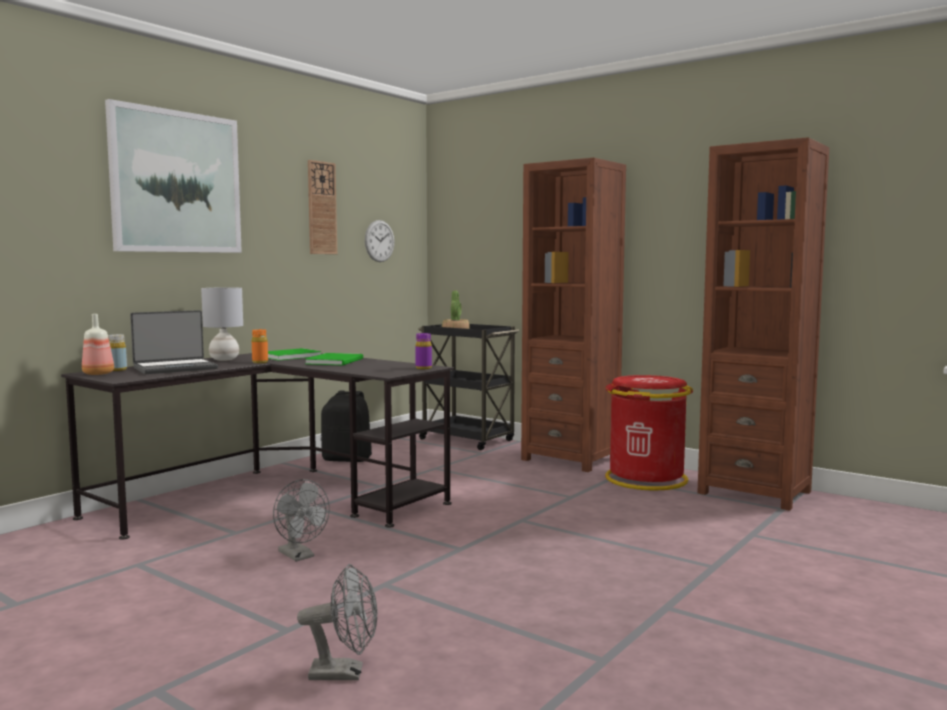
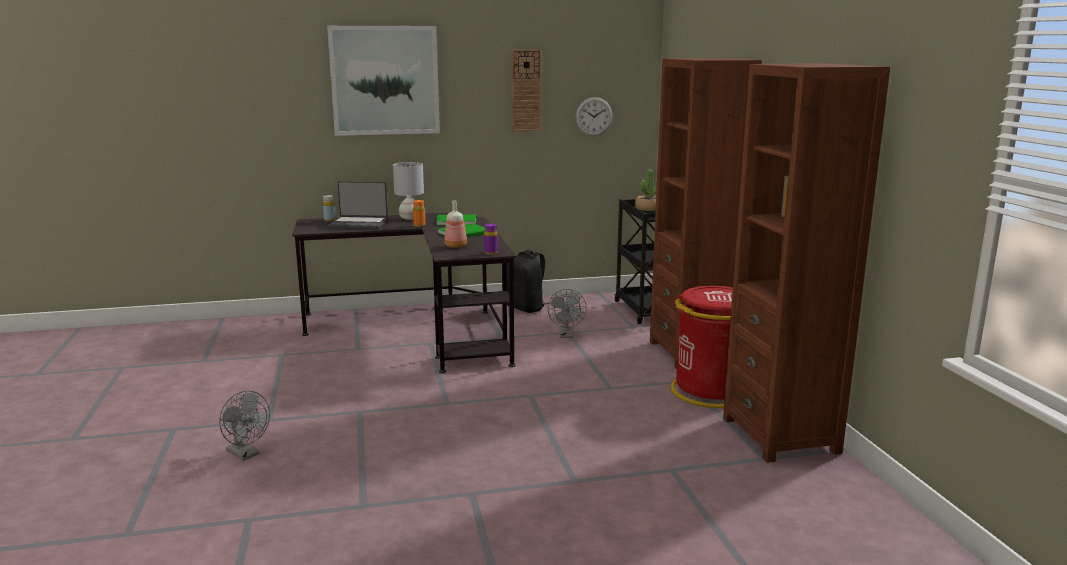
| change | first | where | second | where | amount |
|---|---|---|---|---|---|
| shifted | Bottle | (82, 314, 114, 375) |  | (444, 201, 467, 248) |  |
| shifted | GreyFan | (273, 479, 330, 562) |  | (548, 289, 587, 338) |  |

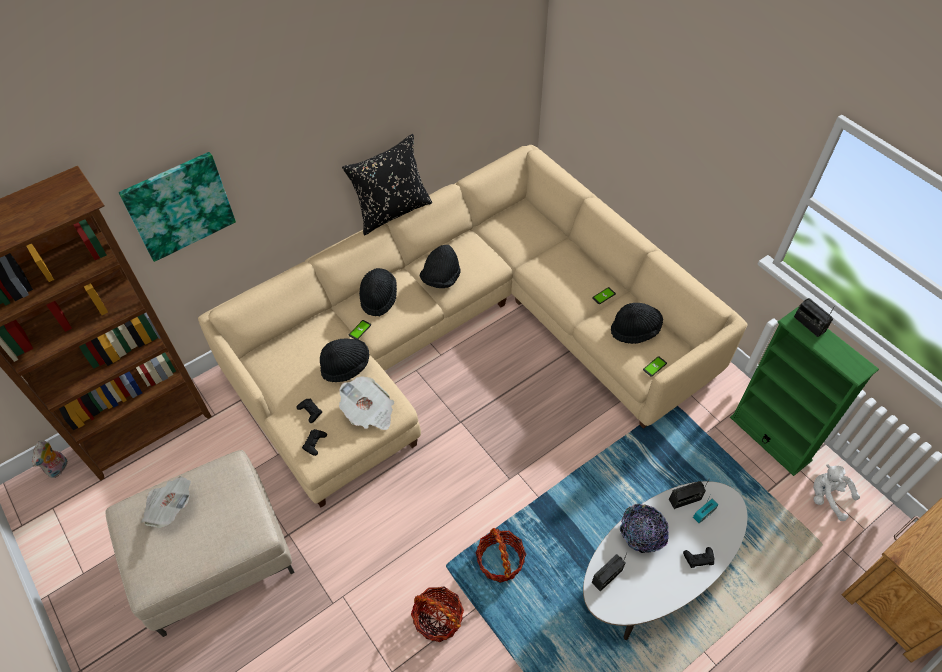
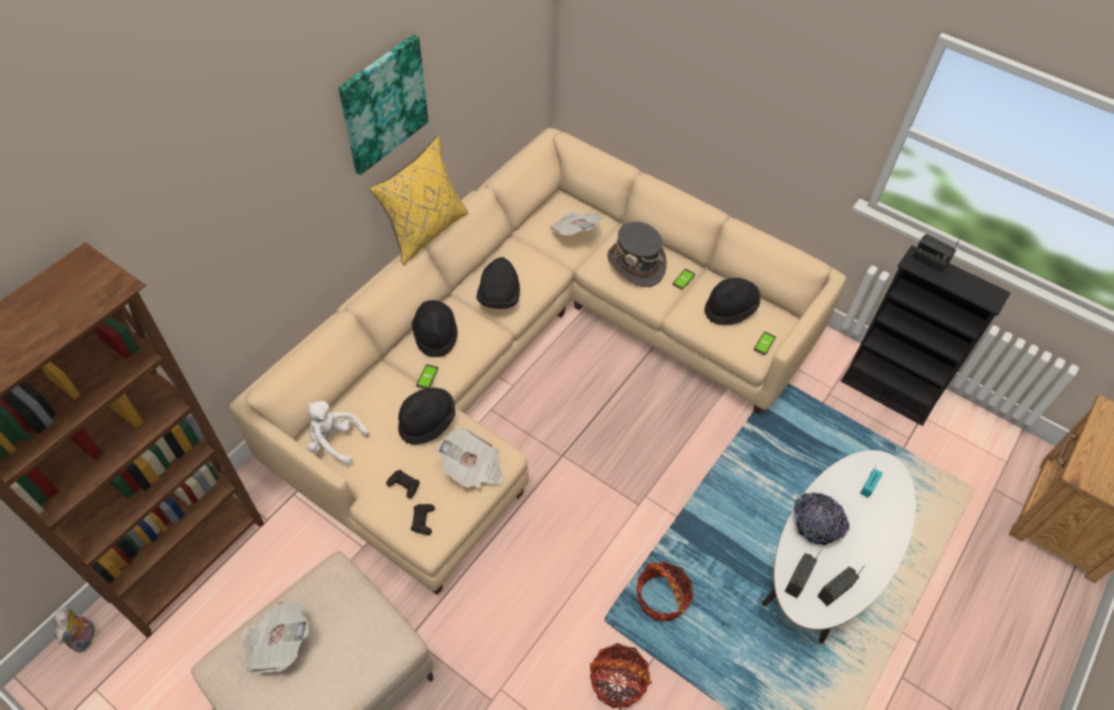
| change | first | where | second | where | amount |
|---|---|---|---|---|---|
| shifted | WhitePlushToy | (813, 464, 860, 521) |  | (307, 401, 369, 466) |  |
| shifted | Picture | (119, 152, 236, 262) |  | (338, 34, 429, 175) |  |
| repainted | BlackPillow | (342, 134, 432, 235) | YellowPillow | (369, 136, 468, 265) |  |
| new |  |  | Newspaper | (549, 212, 603, 235) |  |
| new |  |  | GreyHat | (607, 222, 667, 287) |  |
| shifted | Radio | (669, 480, 709, 509) |  | (818, 564, 866, 606) |  |
| repainted | GreenBookcase | (730, 306, 879, 476) | BlackBookcase | (840, 245, 1011, 426) |  |
| gone | BlackGameController | (683, 547, 715, 568) |  |  |  |

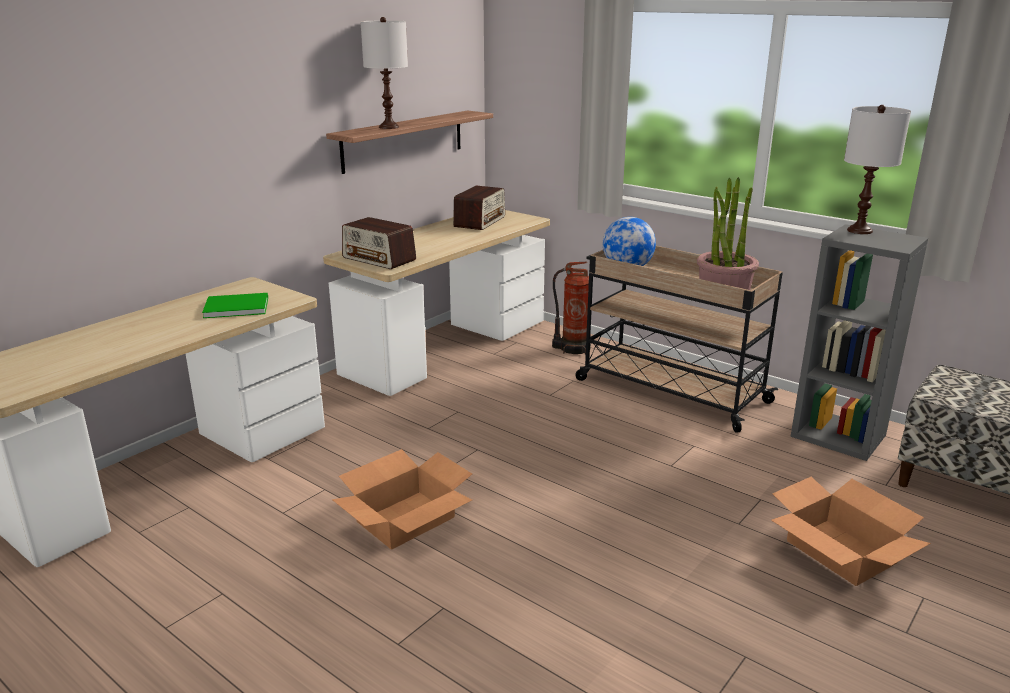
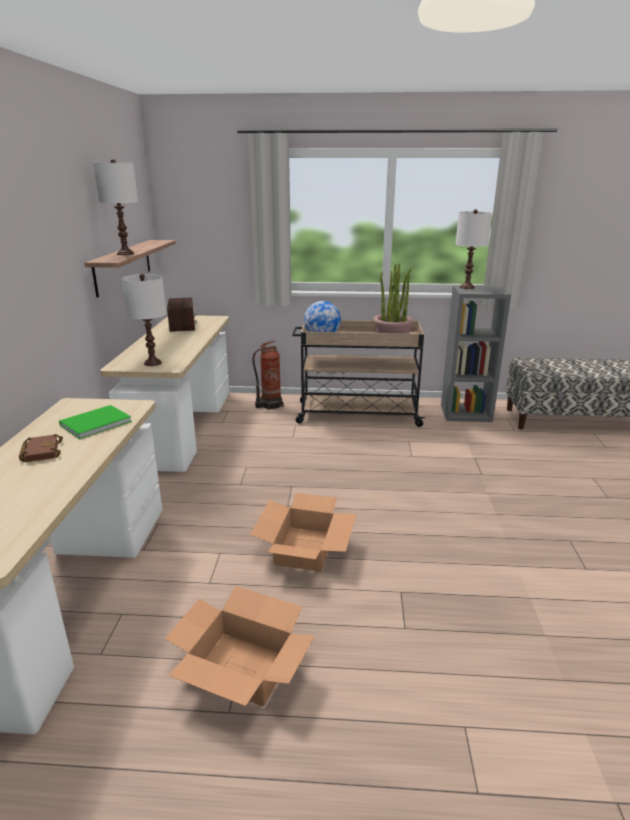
| change | first | where | second | where | amount |
|---|---|---|---|---|---|
| new |  |  | BrownBook | (19, 434, 63, 462) |  |
| swapped | Radio | (342, 217, 416, 269) | WhiteTableLamp | (122, 274, 166, 366) |  |
| shifted | CardboardBox | (771, 477, 931, 586) |  | (165, 586, 315, 707) |  |

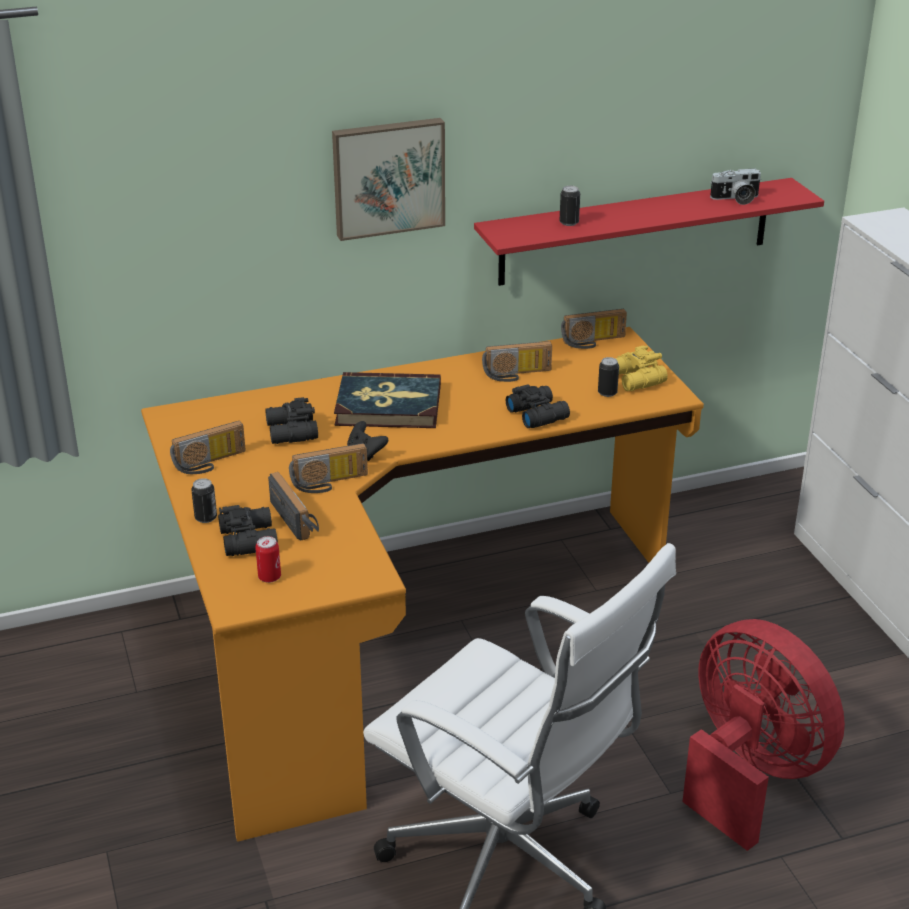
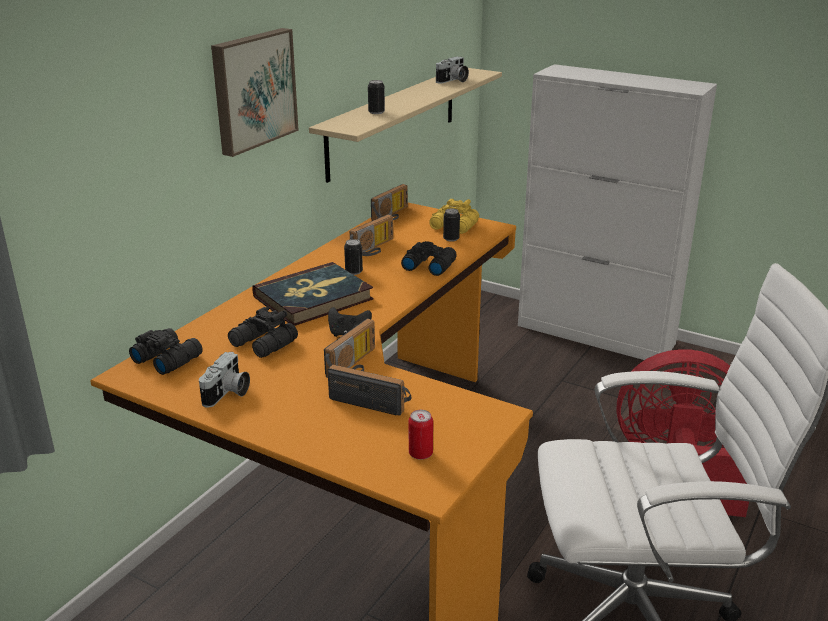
| change | first | where | second | where | amount |
|---|---|---|---|---|---|
| shifted | BlackBinoculars | (218, 505, 278, 556) |  | (129, 328, 202, 375) |  |
| swapped | Radio | (170, 421, 246, 474) | PhotoCamera | (199, 352, 250, 408) |  |
| repainted | RedShelf | (474, 178, 824, 286) | BeigeShelf | (309, 68, 502, 183) |  |
| shifted | Can | (191, 478, 217, 523) |  | (344, 239, 363, 275) |  |

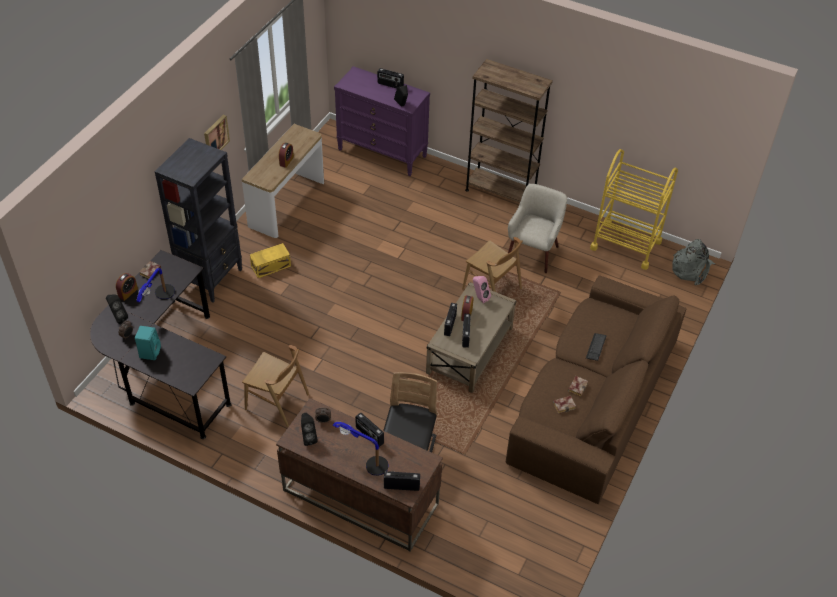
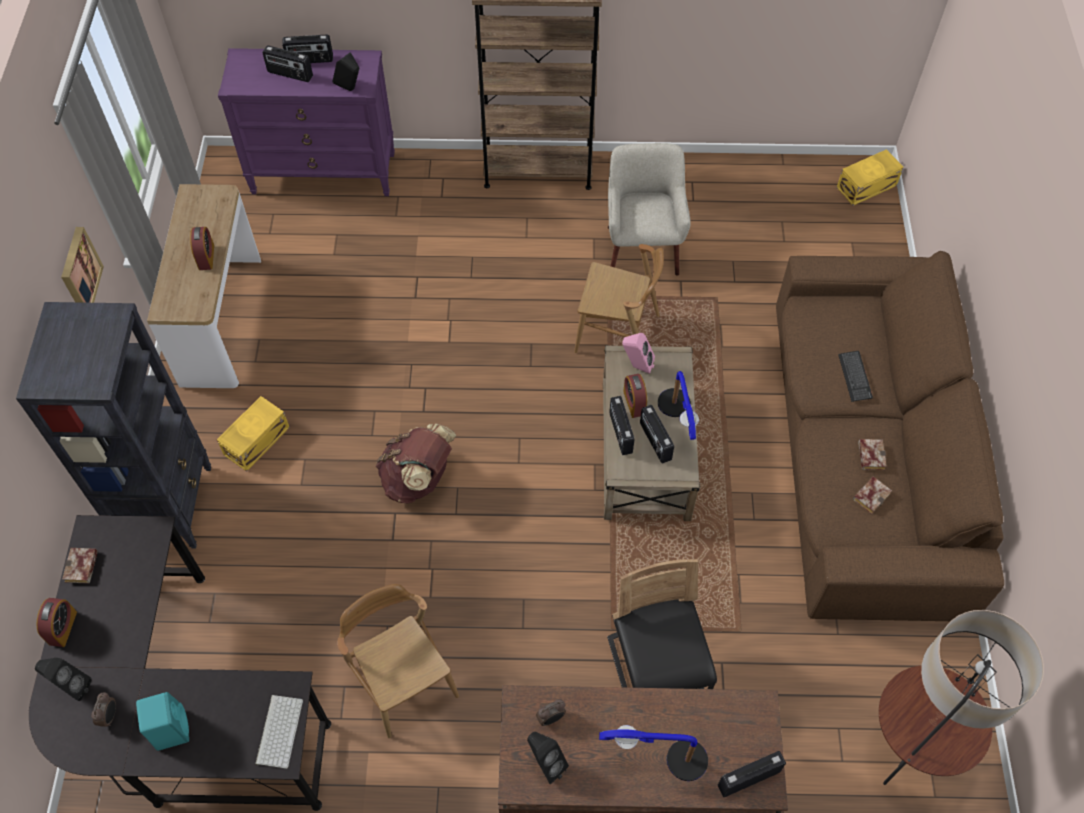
| change | first | where | second | where | amount |
|---|---|---|---|---|---|
| new |  |  | Keyboard | (255, 695, 303, 769) |  |
| shifted | Radio | (355, 413, 384, 447) |  | (262, 45, 313, 82) |  |
| rotated | BrownChair | (242, 345, 309, 427) |  | (337, 584, 459, 738) | 120 degrees counterclockwise |
| new |  |  | BrownBackpack | (375, 423, 456, 504) |  |
| shifted | TableLamp | (137, 268, 175, 303) |  | (658, 371, 699, 440) |  |
| swapped | GreyBackpack | (672, 239, 715, 285) | YellowStorageBox | (837, 149, 903, 206) |  |
| new |  |  | FloorLamp | (879, 610, 1044, 785) |  |
| gone | YellowCart | (590, 149, 678, 270) |  |  |  |

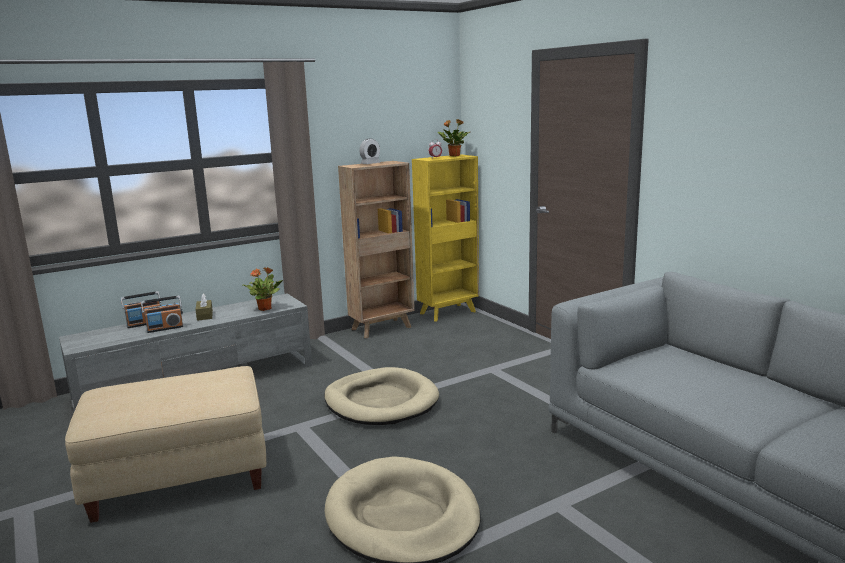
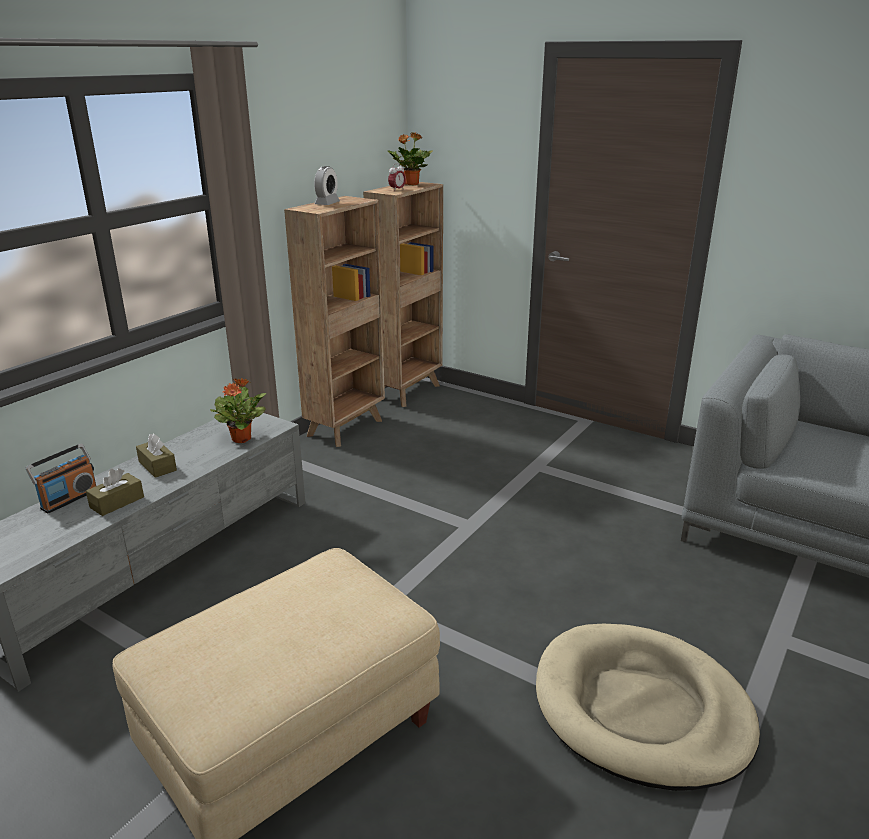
| change | first | where | second | where | amount |
|---|---|---|---|---|---|
| swapped | Radio | (141, 296, 184, 333) | BrownTissueBox | (86, 468, 144, 516) |  |
| repainted | YellowBookcase | (412, 155, 479, 321) | BrownBookcase | (363, 182, 443, 407) |  |
| gone | BeigeDogBed | (324, 367, 439, 425) |  |  |  |

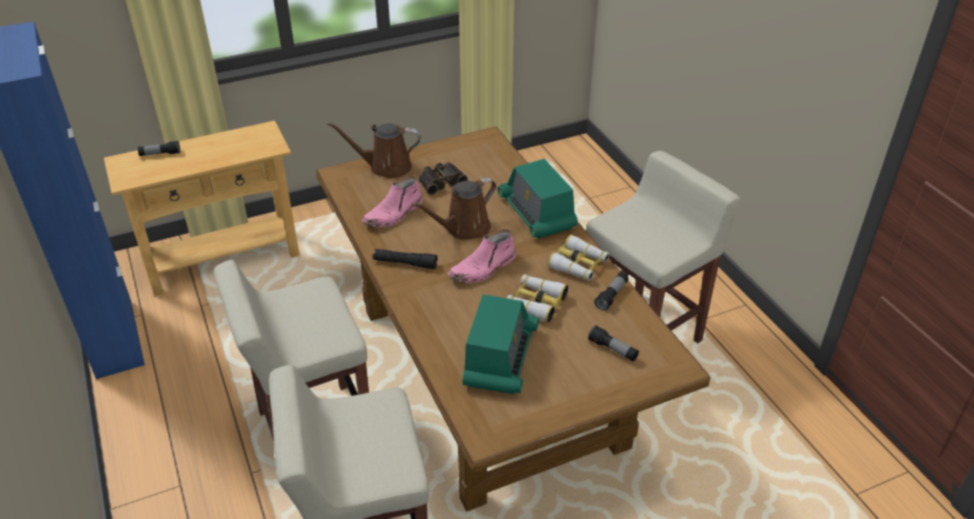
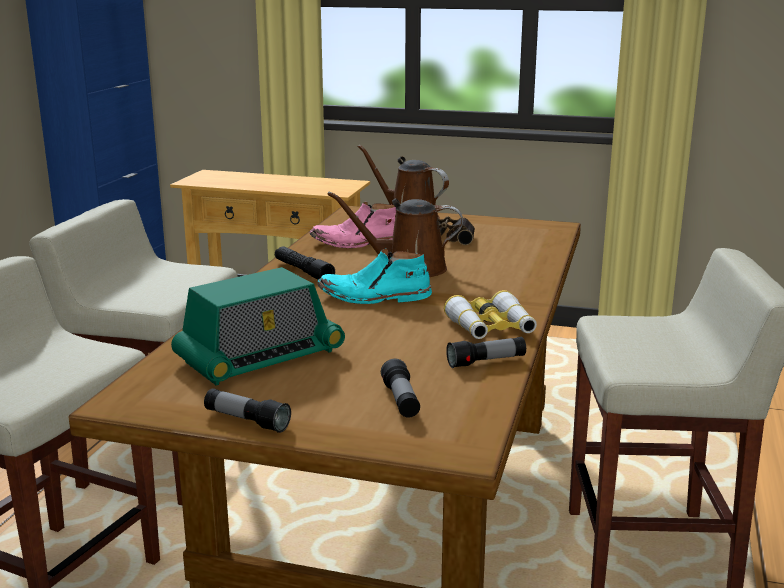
| change | first | where | second | where | amount |
|---|---|---|---|---|---|
| shifted | Flashlight | (138, 141, 180, 156) |  | (204, 388, 291, 433) |  |
| repainted | PinkBoot | (448, 229, 516, 283) | TurquoiseBoot | (317, 249, 432, 304) |  |
| gone | Radio | (498, 159, 578, 239) |  |  |  |
| gone | Binoculars | (507, 274, 568, 323) |  |  |  |

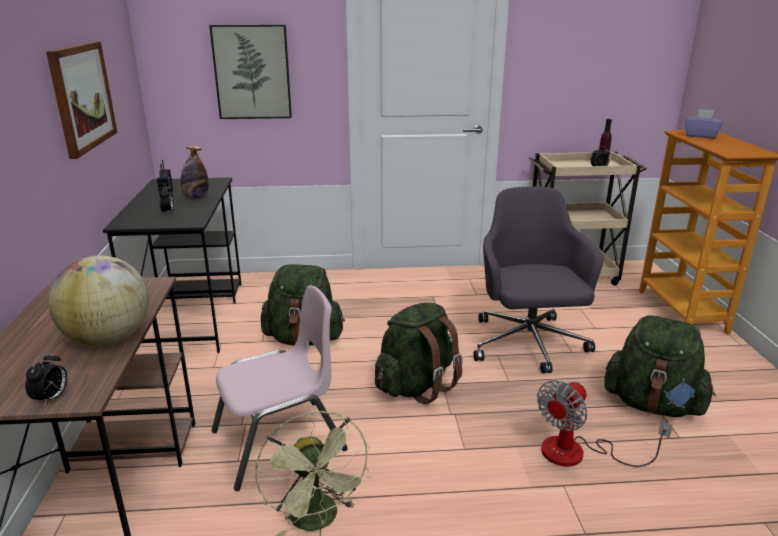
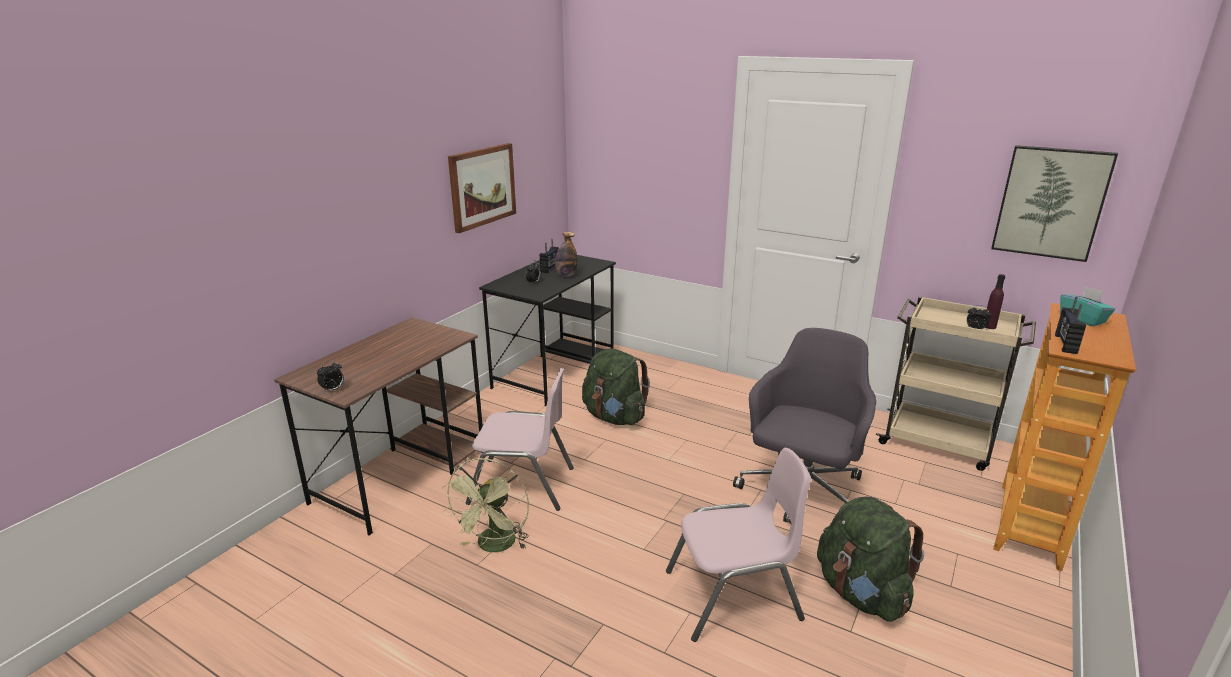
| change | first | where | second | where | amount |
|---|---|---|---|---|---|
| swapped | Fan | (537, 380, 673, 467) | PinkChair | (666, 448, 811, 642) |  |
| shifted | Picture | (209, 24, 292, 119) |  | (991, 145, 1118, 262) |  |
| new |  |  | Radio | (1055, 296, 1086, 354) |  |
| repainted | PurpleTissueBox | (685, 109, 723, 139) | TurquoiseTissueBox | (1060, 286, 1115, 327) |  |
| gone | Globe | (48, 255, 149, 346) |  |  |  |
| gone | GreenBackpack | (375, 303, 463, 404) |  |  |  |

